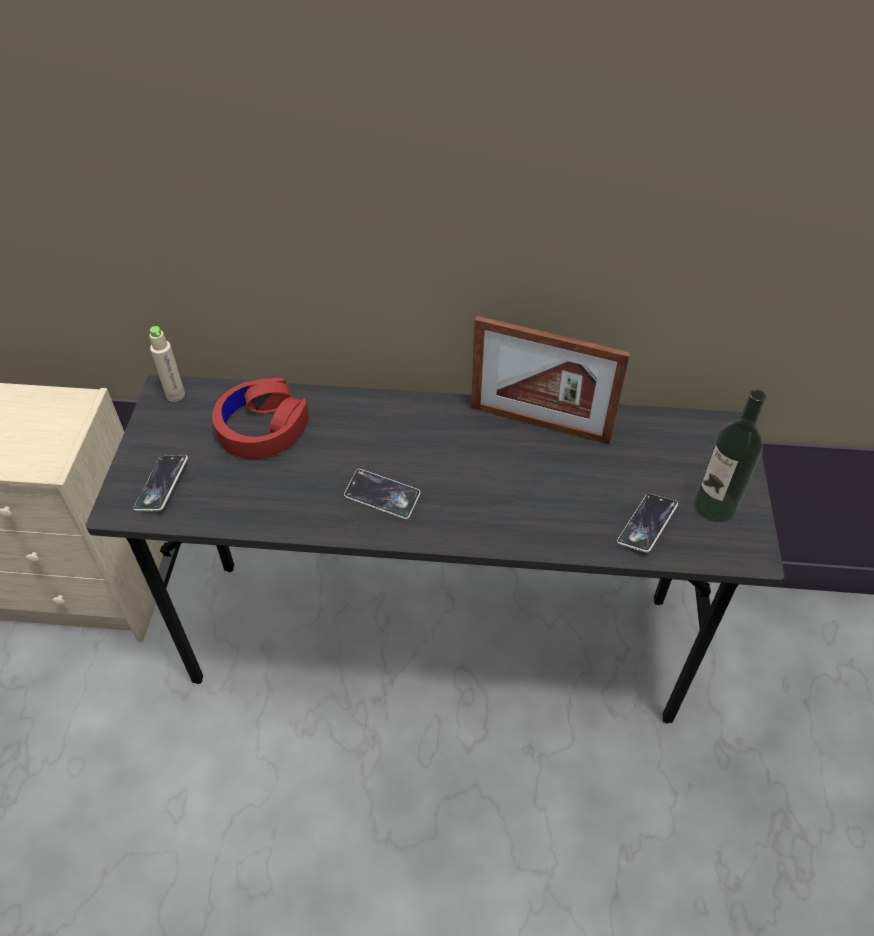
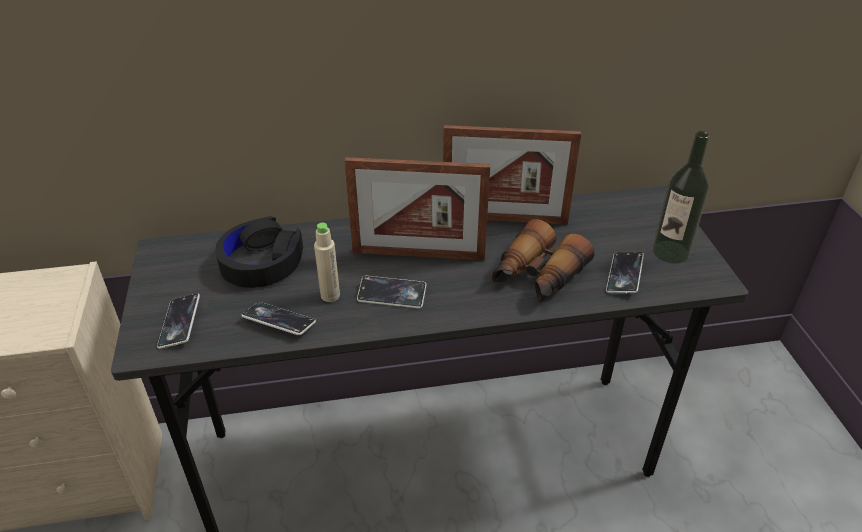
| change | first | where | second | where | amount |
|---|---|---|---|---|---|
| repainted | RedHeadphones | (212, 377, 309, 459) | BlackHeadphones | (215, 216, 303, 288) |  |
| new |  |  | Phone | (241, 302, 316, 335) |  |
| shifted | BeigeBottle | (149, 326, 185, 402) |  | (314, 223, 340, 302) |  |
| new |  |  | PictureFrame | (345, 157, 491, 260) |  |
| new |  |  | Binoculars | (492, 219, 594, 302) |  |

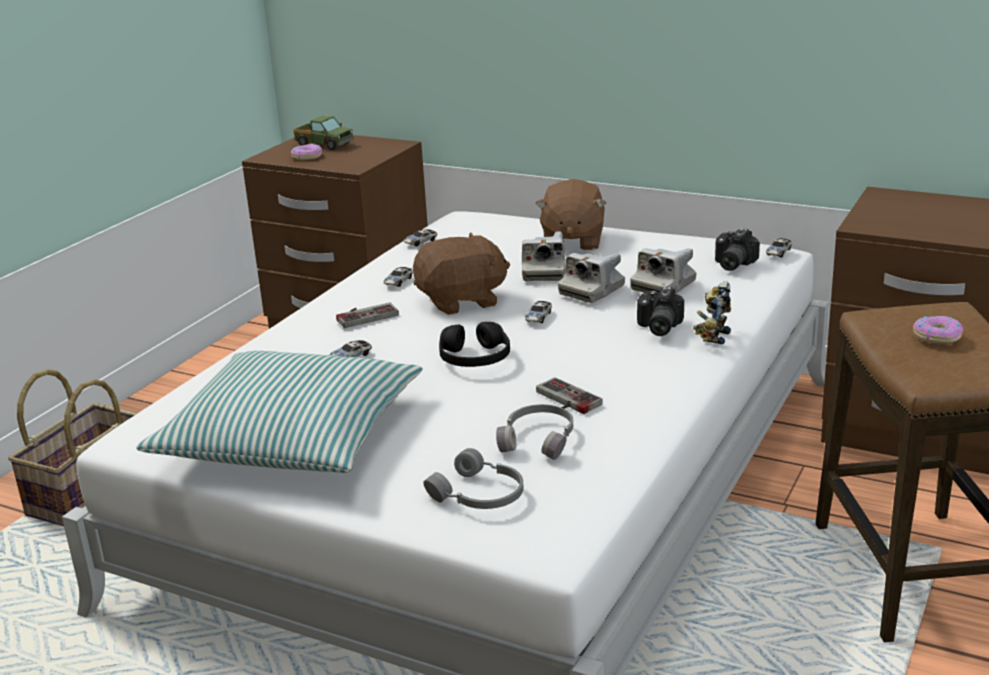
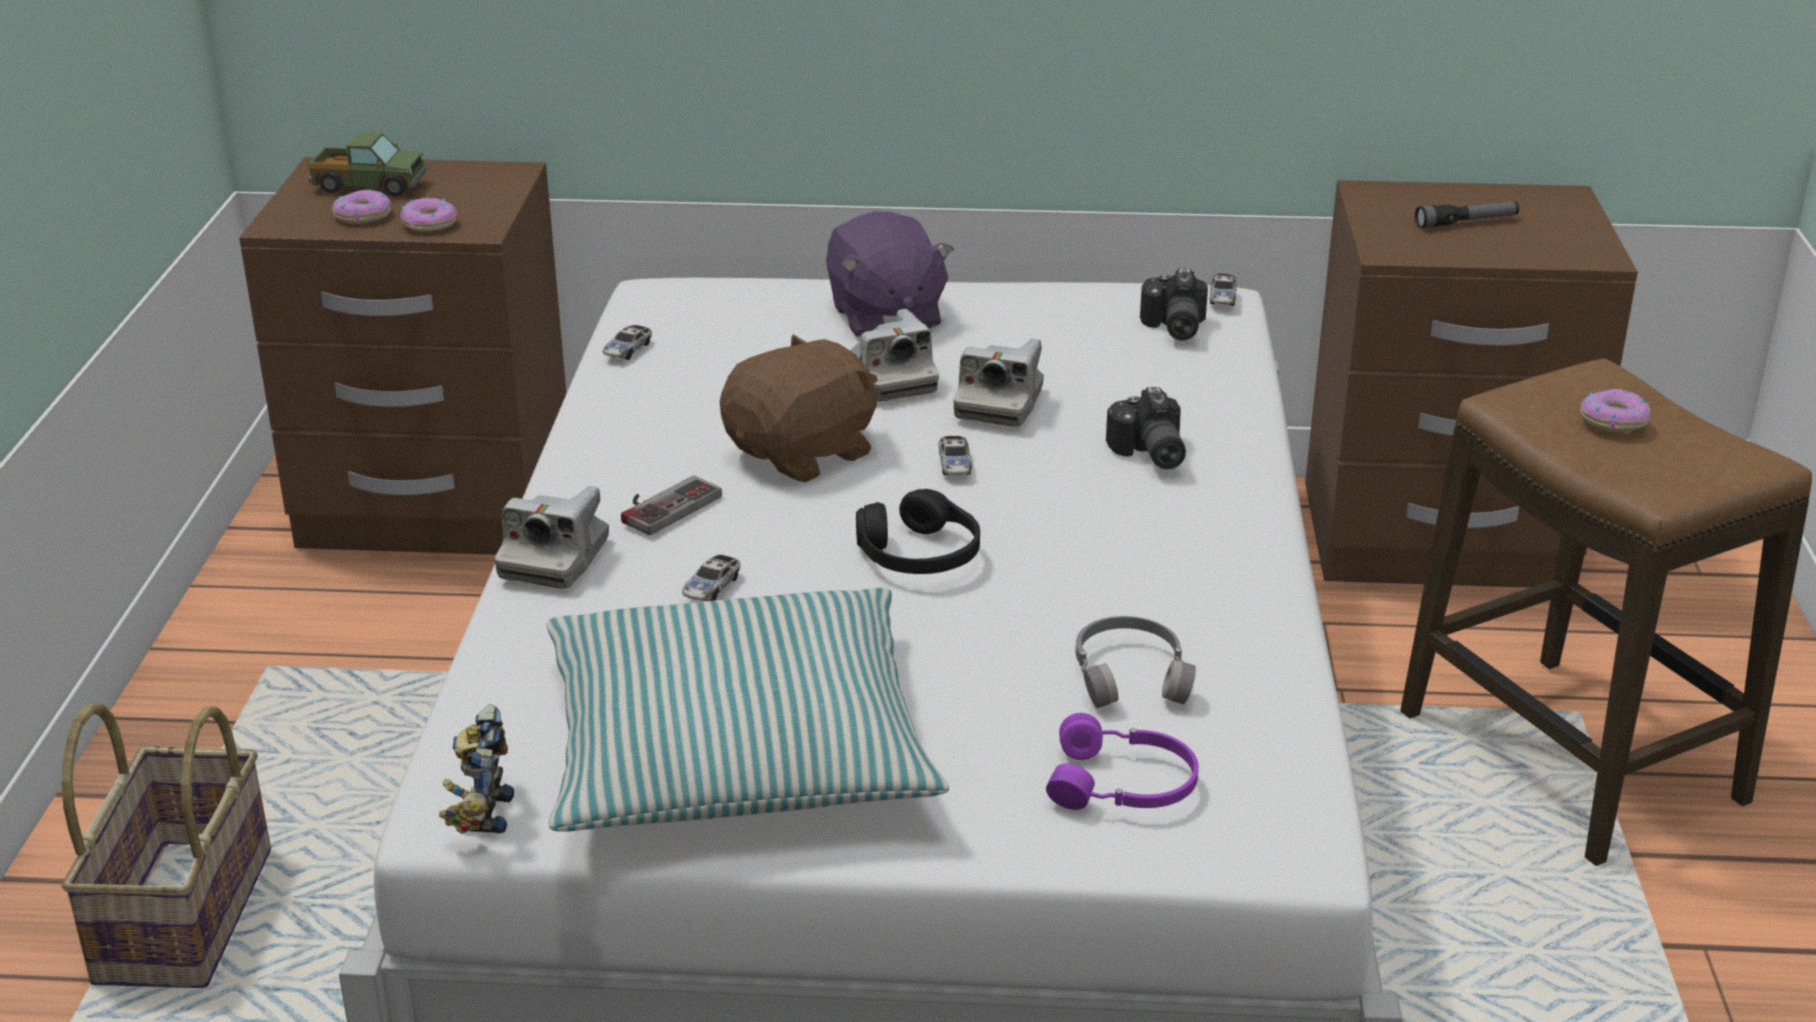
| change | first | where | second | where | amount |
|---|---|---|---|---|---|
| new |  |  | Donut | (401, 198, 457, 232) |  |
| shifted | ToyRobot | (693, 281, 731, 344) |  | (439, 704, 514, 834) |  |
| shifted | PhotoCamera | (630, 248, 697, 293) |  | (495, 486, 609, 589) |  |
| repainted | BrownPlushToy | (536, 179, 606, 250) | PurplePlushToy | (826, 211, 954, 337) |  |
| repainted | GreyHeadphones | (423, 448, 524, 509) | PurpleHeadphones | (1046, 713, 1199, 810) |  |
| new |  |  | Flashlight | (1415, 201, 1519, 228) |  |
| gone | ToyCar | (384, 267, 413, 287) |  |  |  |
| gone | GameController | (536, 377, 603, 414) |  |  |  |

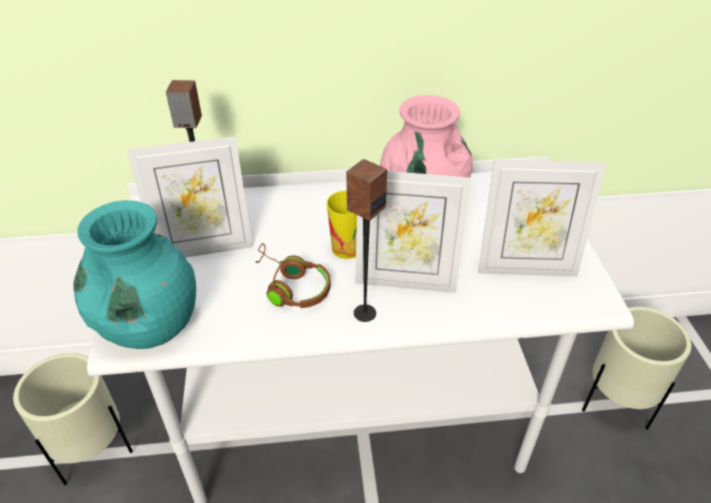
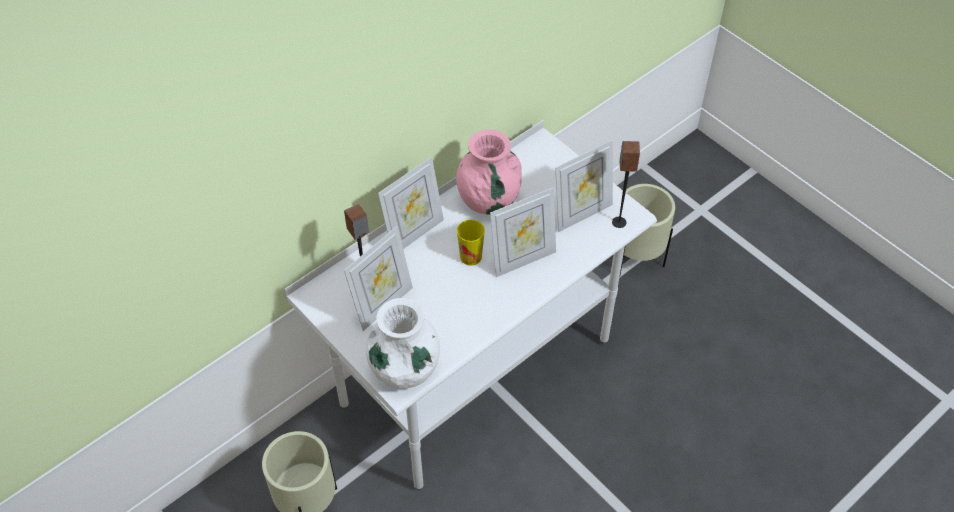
| change | first | where | second | where | amount |
|---|---|---|---|---|---|
| repainted | TurquoiseVase | (73, 200, 196, 349) | WhiteVase | (366, 298, 440, 388) |  |
| new |  |  | PictureFrame | (378, 157, 444, 249) |  |
| shifted | Speaker | (346, 159, 387, 322) |  | (612, 141, 640, 228) |  |
| gone | BrownHeadphones | (255, 243, 331, 308) |  |  |  |

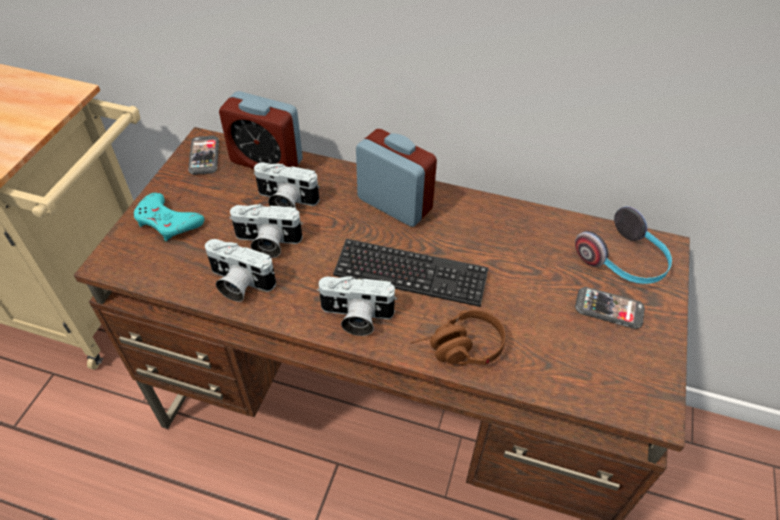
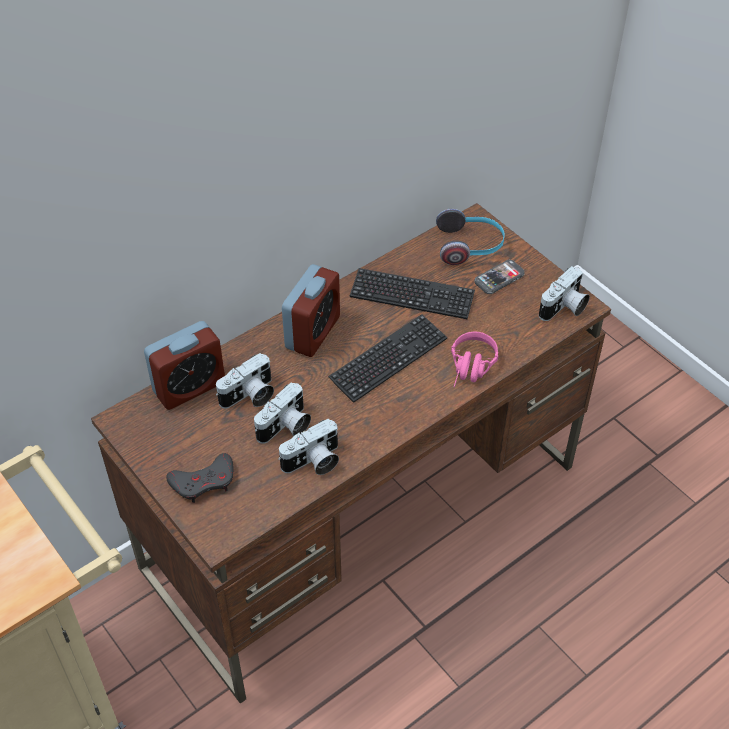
| change | first | where | second | where | amount |
|---|---|---|---|---|---|
| repainted | TurquoiseGameController | (134, 193, 204, 241) | GreyGameController | (166, 453, 234, 503) |  |
| rotated | AlarmClock | (356, 129, 437, 227) |  | (282, 264, 340, 357) | 135 degrees clockwise |
| new |  |  | Keyboard | (350, 268, 475, 319) |  |
| repainted | BrownHeadphones | (410, 310, 506, 365) | PinkHeadphones | (451, 332, 498, 387) |  |
| shifted | PhotoCamera | (317, 276, 398, 336) |  | (539, 266, 590, 321) |  |
| gone | Phone | (188, 136, 219, 175) |  |  |  |

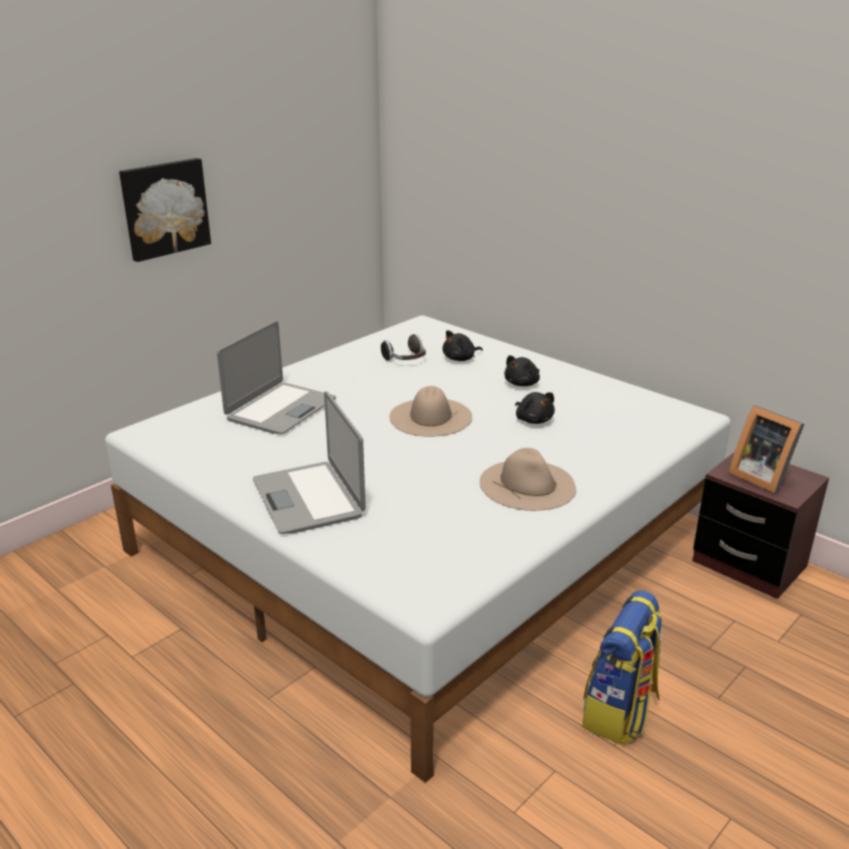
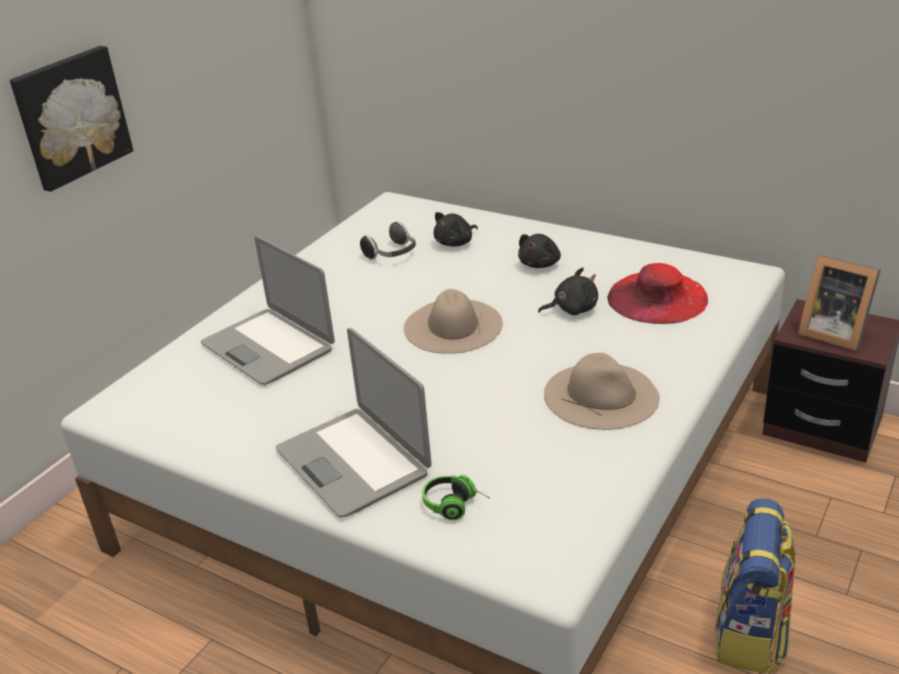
| change | first | where | second | where | amount |
|---|---|---|---|---|---|
| rotated | Laptop | (217, 321, 336, 434) |  | (201, 236, 335, 385) | 120 degrees clockwise |
| new |  |  | Headphones | (422, 475, 489, 520) |  |
| rotated | BlackPlushToy | (515, 392, 555, 424) |  | (538, 267, 598, 315) | 60 degrees counterclockwise |
| new |  |  | RedHat | (607, 263, 708, 324) |  |

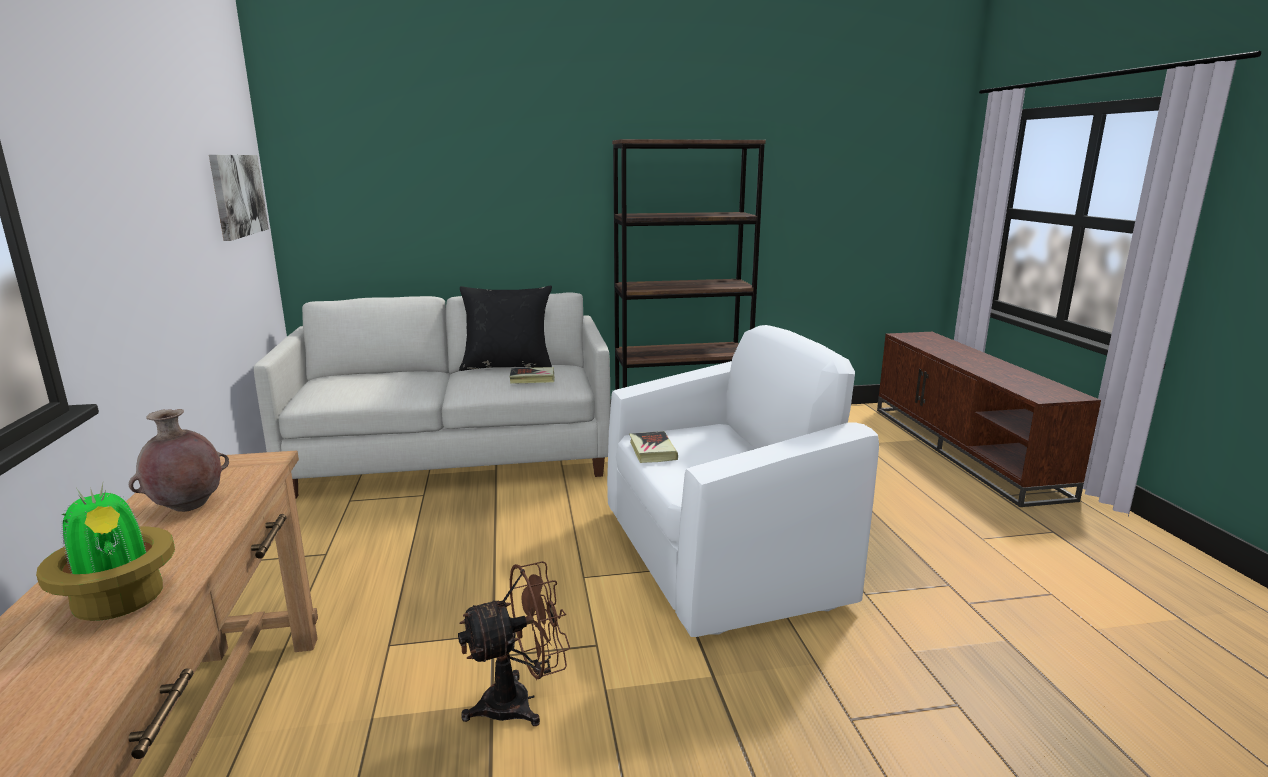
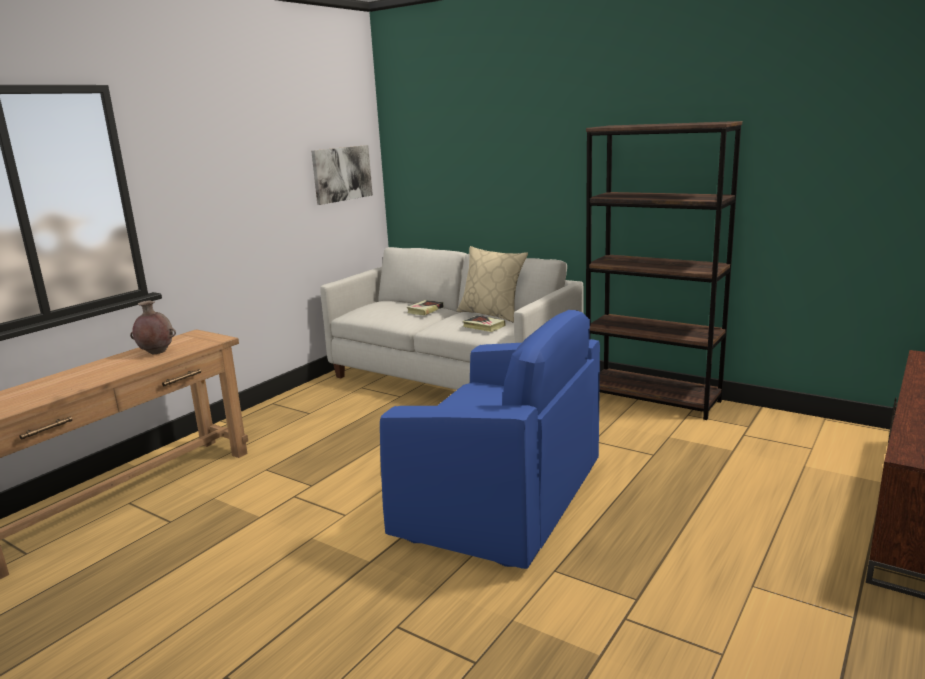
| change | first | where | second | where | amount |
|---|---|---|---|---|---|
| repainted | WhiteArmchair | (607, 325, 879, 637) | BlueArmchair | (380, 310, 600, 569) |  |
| shifted | Book | (629, 431, 678, 463) |  | (407, 300, 443, 315) |  |
| repainted | BlackPillow | (459, 286, 552, 371) | BeigePillow | (457, 246, 528, 323) |  |
| gone | PottedPlant | (36, 484, 175, 621) |  |  |  |
| gone | BrownFan | (458, 561, 570, 726) |  |  |  |

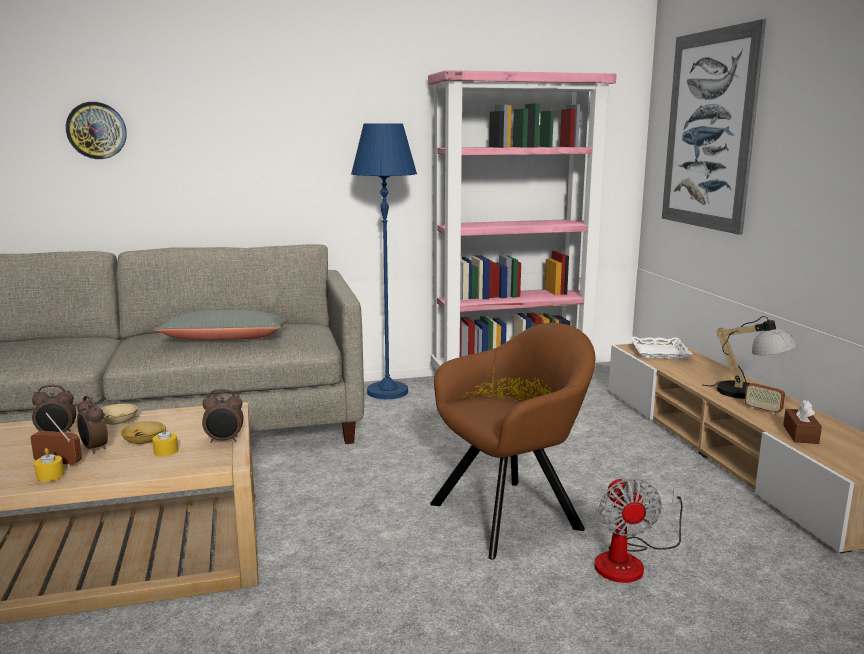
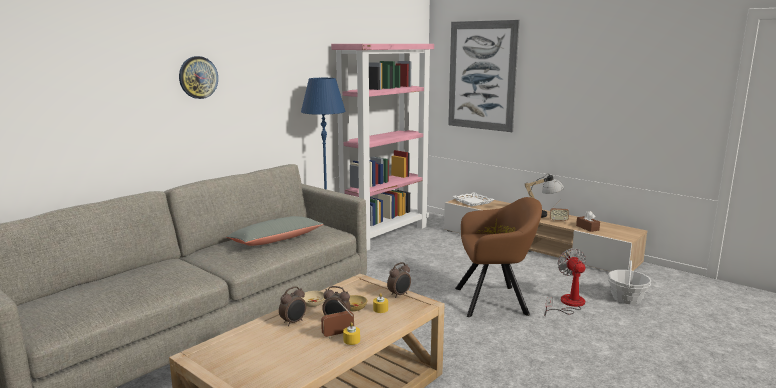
| change | first | where | second | where | amount |
|---|---|---|---|---|---|
| shifted | WallClock | (66, 102, 127, 159) |  | (179, 56, 218, 99) |  |
| rotated | BrownArmchair | (430, 323, 595, 560) |  | (455, 197, 542, 317) | 60 degrees clockwise |
| rotated | Fan | (594, 477, 685, 583) |  | (544, 248, 586, 316) | 150 degrees counterclockwise |
| new |  |  | Basket | (607, 260, 652, 304) |  |

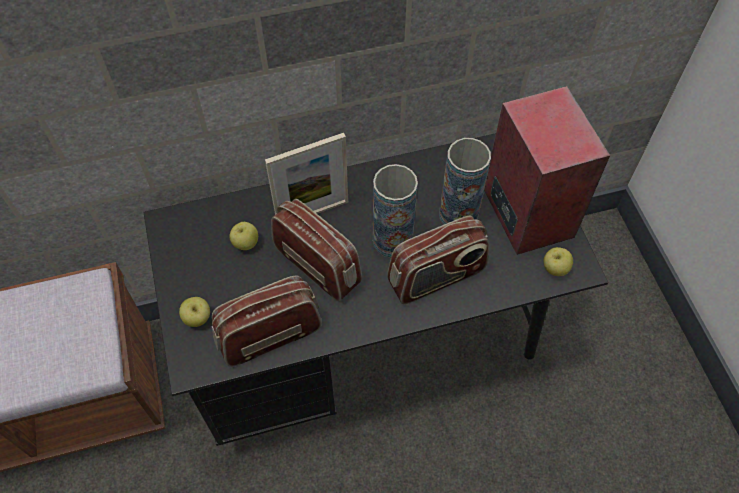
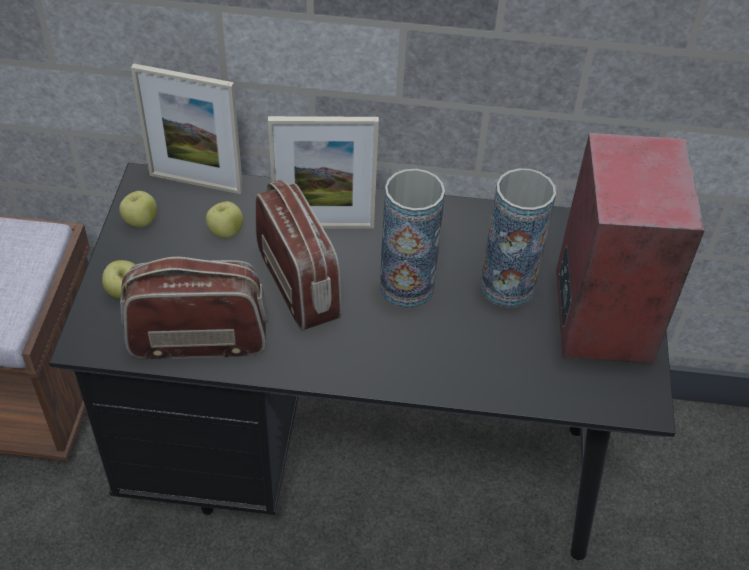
| change | first | where | second | where | amount |
|---|---|---|---|---|---|
| shifted | Apple | (543, 247, 573, 276) |  | (119, 191, 157, 228) |  |
| new |  |  | PictureFrame | (131, 63, 243, 194) |  |
| gone | Radio | (387, 216, 489, 304) |  |  |  |

